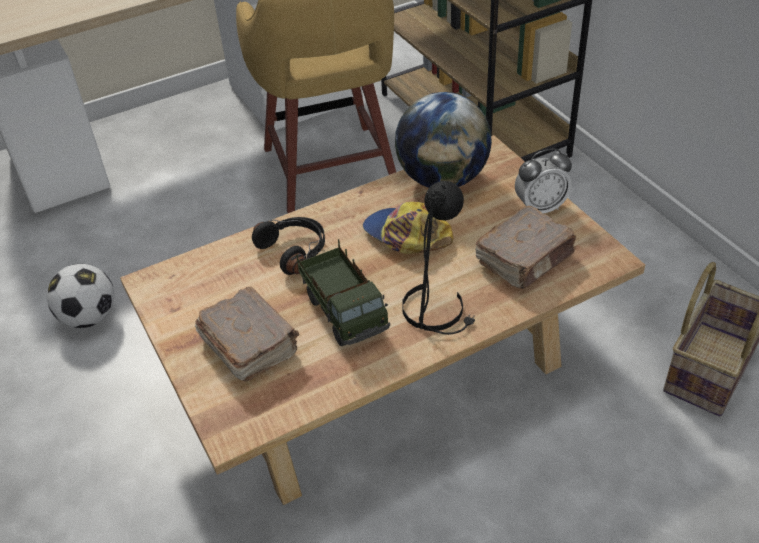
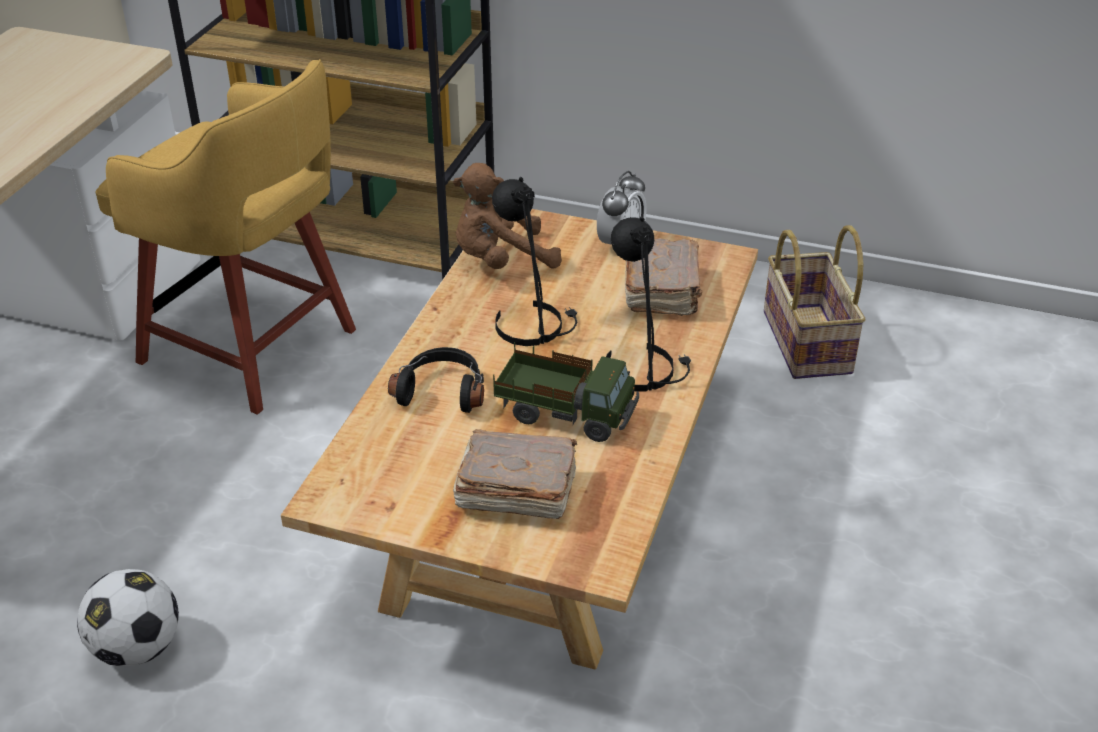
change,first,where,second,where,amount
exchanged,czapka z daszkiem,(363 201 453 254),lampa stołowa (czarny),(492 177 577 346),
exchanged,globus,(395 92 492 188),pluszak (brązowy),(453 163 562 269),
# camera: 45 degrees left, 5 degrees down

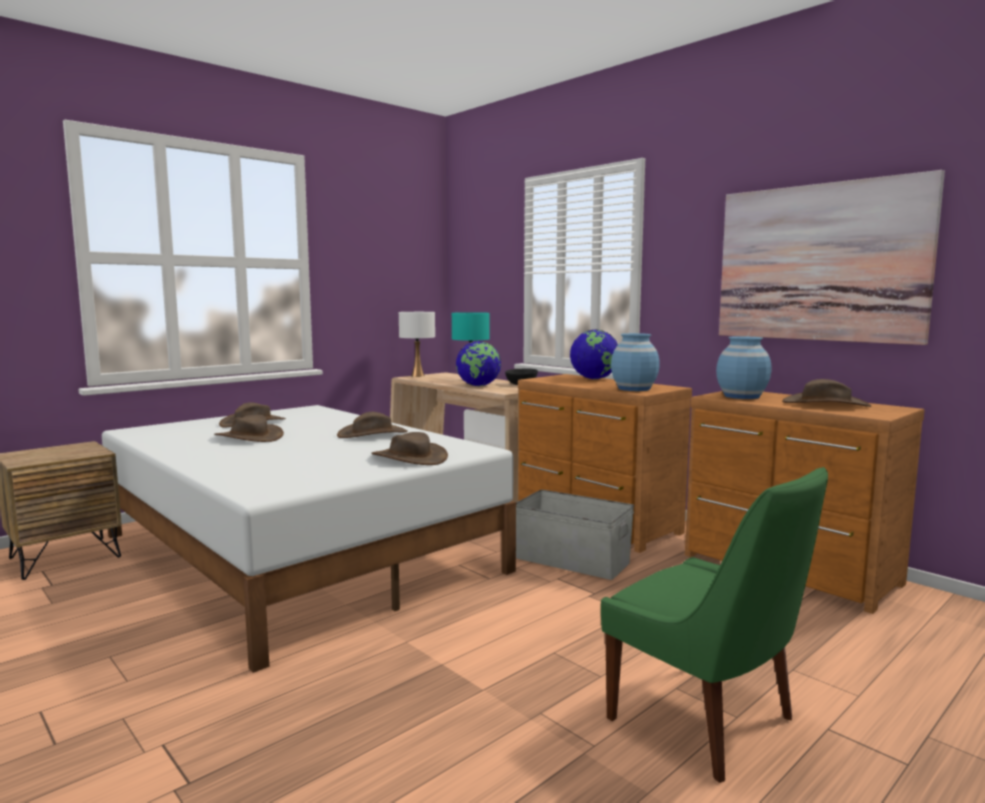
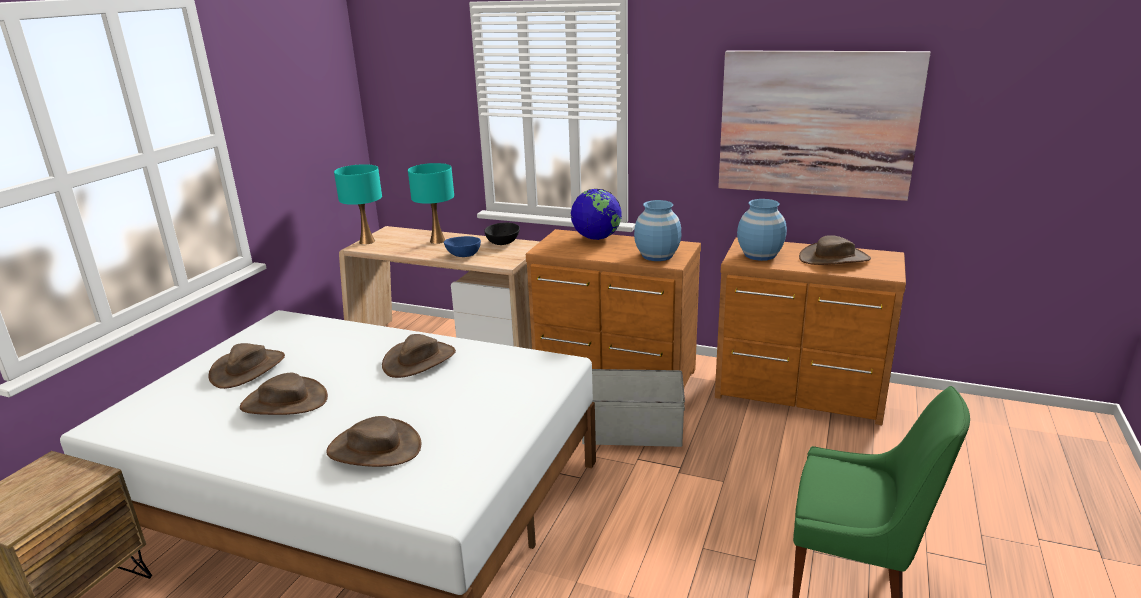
change,first,where,second,where,amount
relocated,kapelusz (brązowy),(371 432 448 465),,(326 416 421 467),
colour,lampa stołowa (biały),(399 312 435 377),lampa stołowa (turkusowy),(334 164 382 245),
exchanged,globus,(456 341 501 386),miska (niebieski),(444 236 481 257),
# camera: 25 degrees left, 15 degrees up

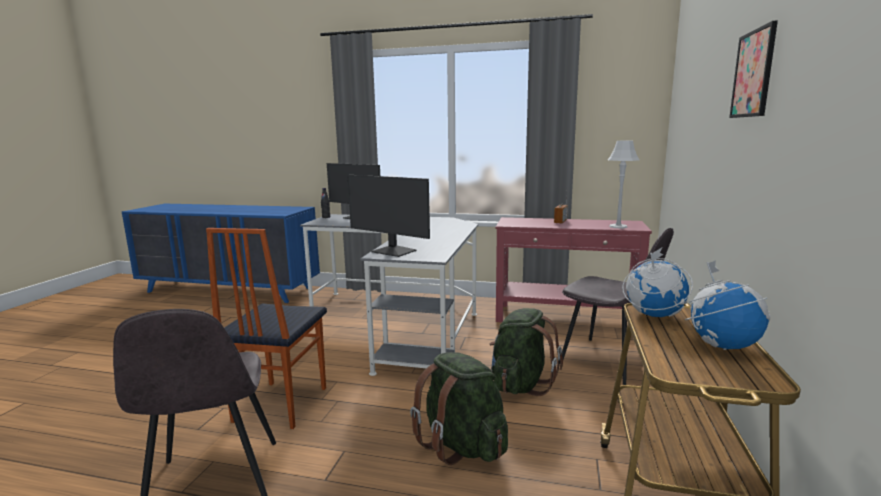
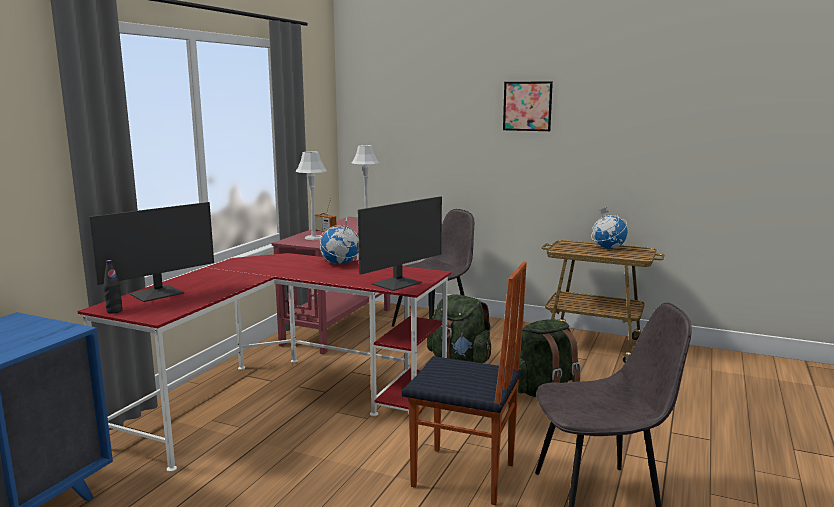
change,first,where,second,where,amount
colour,biurko (szary),(300 214 478 376),biurko (czerwony),(77 253 451 472),
relocated,globus,(622 248 693 317),,(320 216 359 264),
appeared,,,lampa stołowa (szary),(295 151 327 240),
# camera: 80 degrees left, 0 degrees up

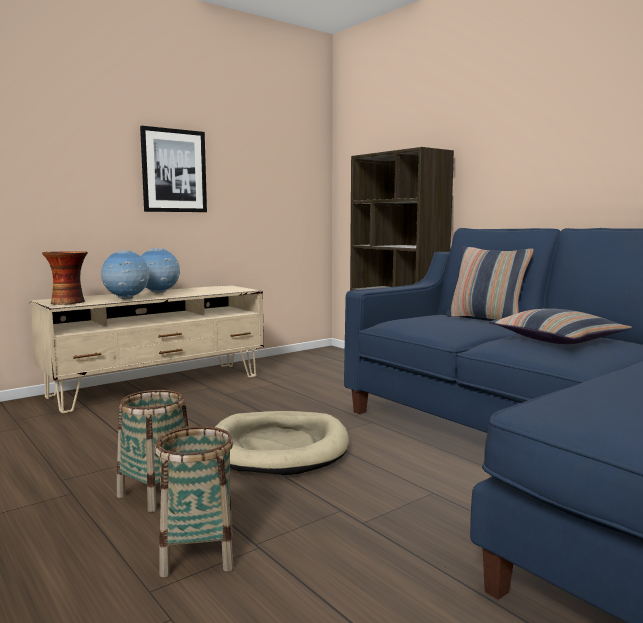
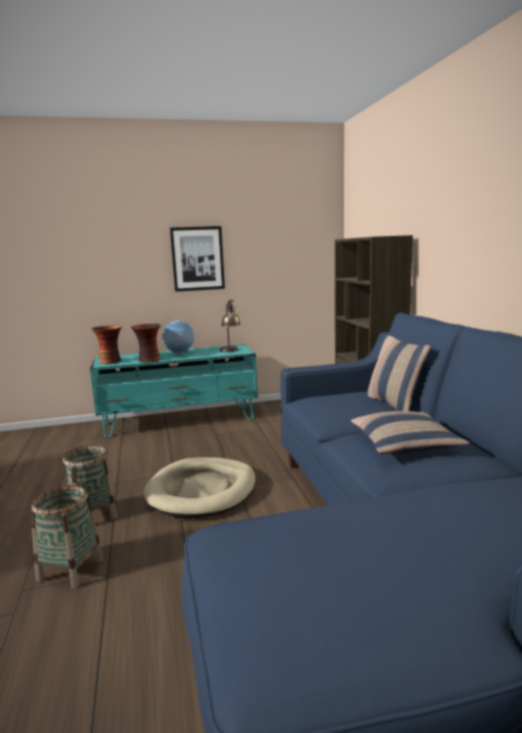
change,first,where,second,where,amount
colour,szafka pod telewizor (beżowy),(29 285 264 413),szafka pod telewizor (turkusowy),(90 344 258 437),
exchanged,globus,(101 250 149 300),wazon,(131 323 161 363),
appeared,,,lampa stołowa,(220 300 241 352),
# camera: 25 degrees right, 5 degrees up

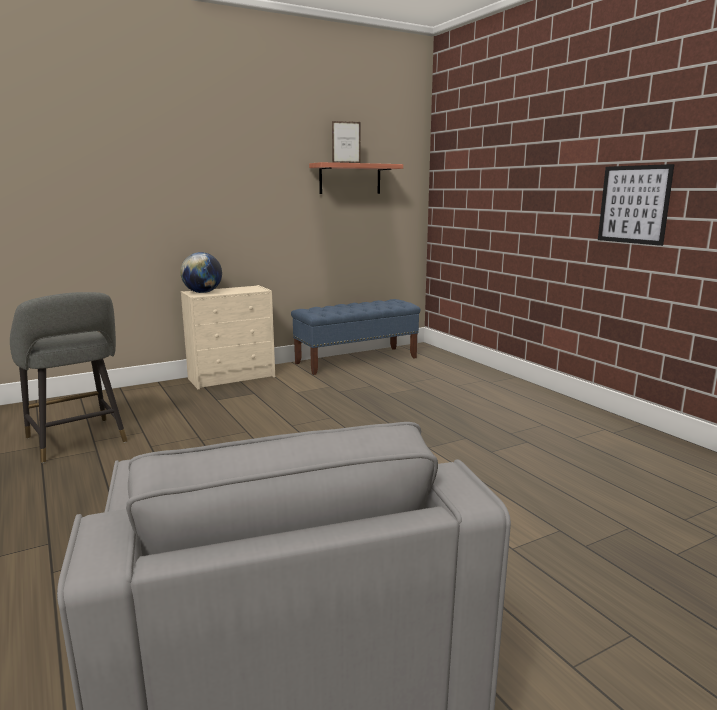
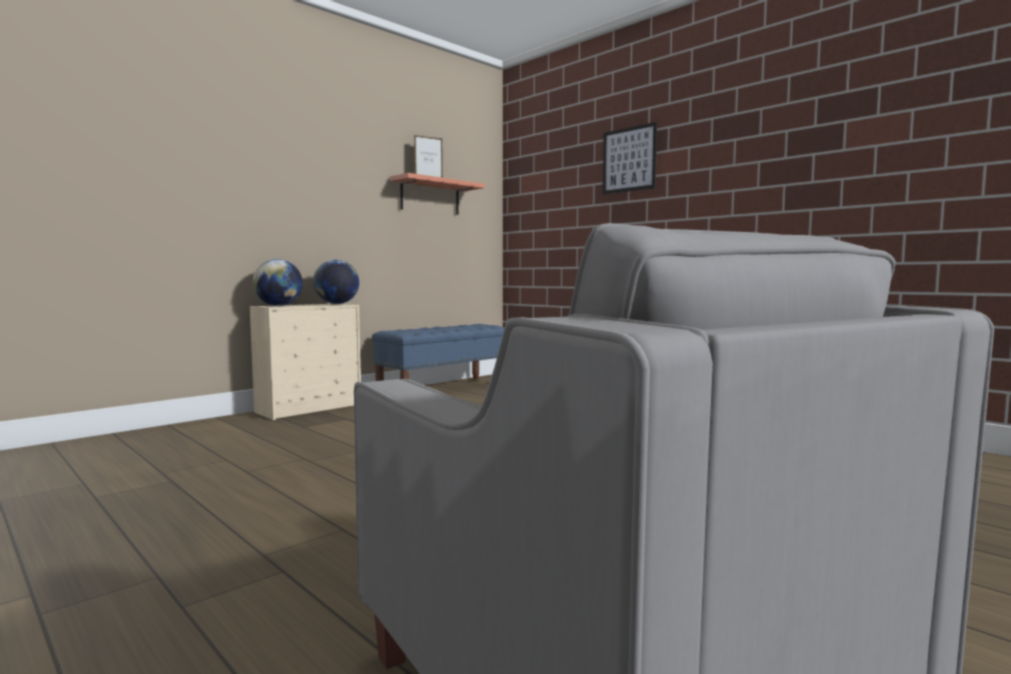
change,first,where,second,where,amount
missing,stołek (szary),(10 292 128 463),,,
relocated,obraz,(598 164 674 246),,(603 122 657 194),
appeared,,,globus,(313 260 359 304),
# camera: 15 degrees left, 10 degrees down

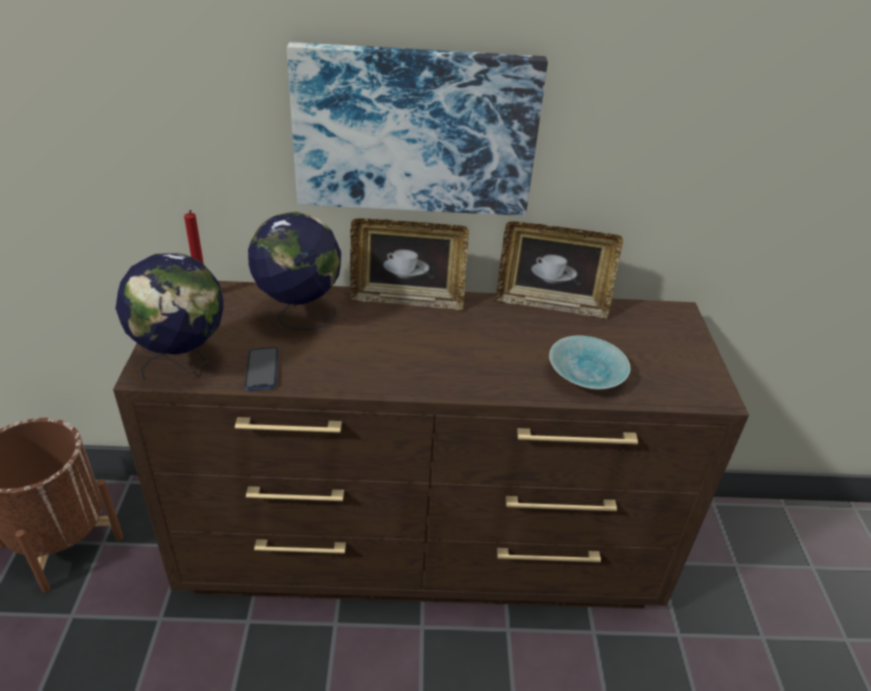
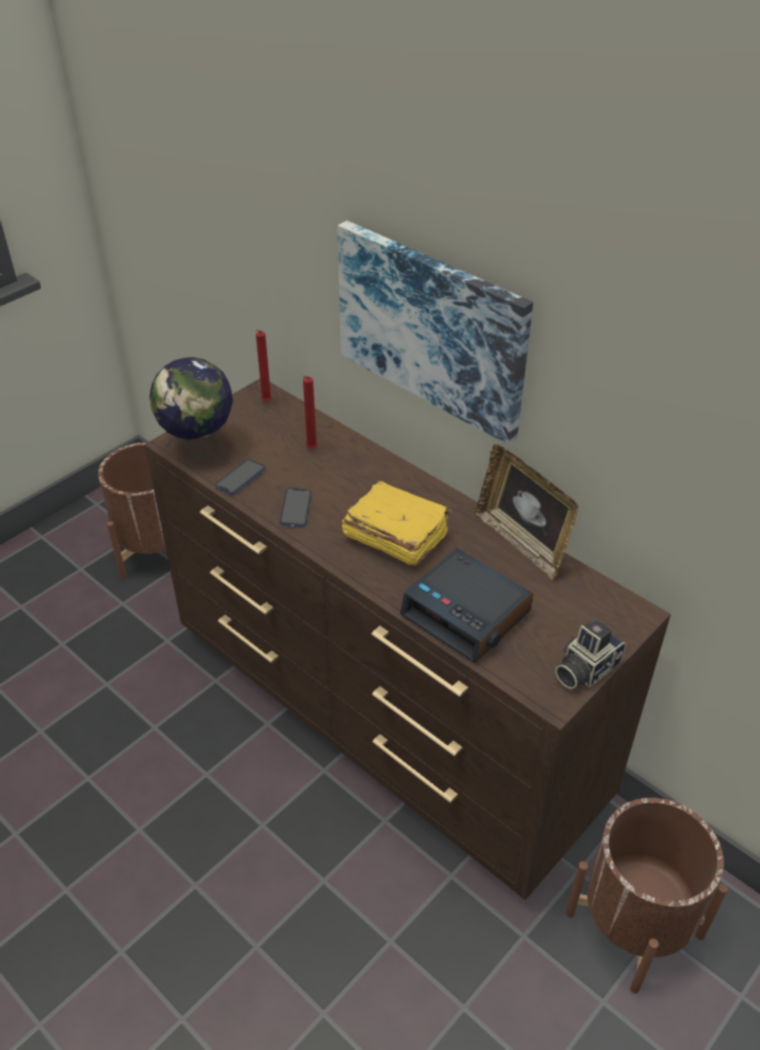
change,first,where,second,where,amount
exchanged,globus,(248 212 341 330),świeca (czerwony),(303 376 318 449),
missing,ramka na zdjęcie,(350 218 469 310),,,
exchanged,miska (turkusowy),(549 335 630 389),budzik,(400 548 533 663),
appeared,,,telefon,(280 488 312 527),
appeared,,,książka (żółty),(342 481 451 566),
appeared,,,aparat fotograficzny,(555 619 626 689),
appeared,,,donica (brązowy),(566 798 728 993),
# camera: 45 degrees right, 5 degrees up

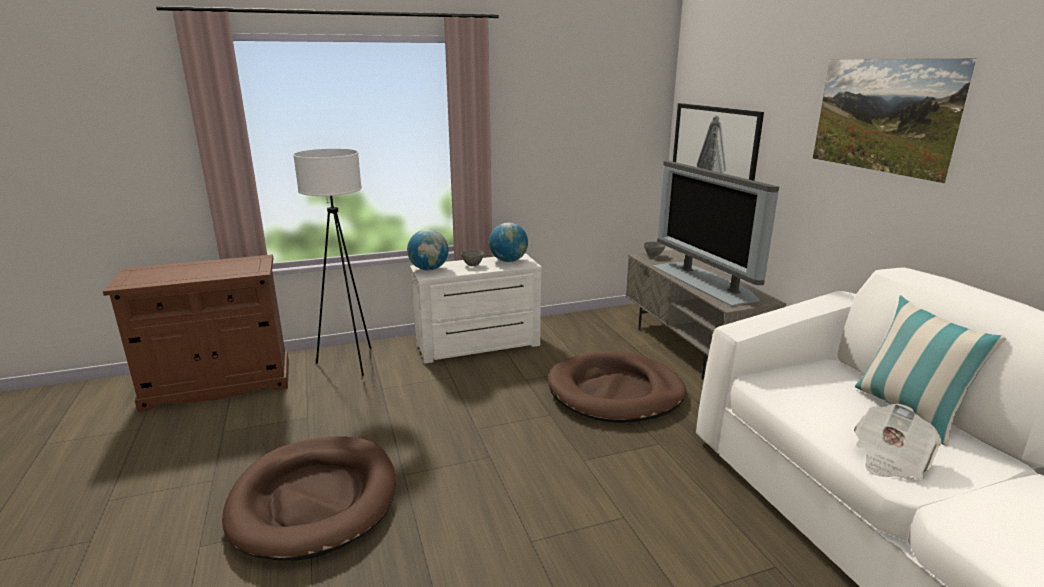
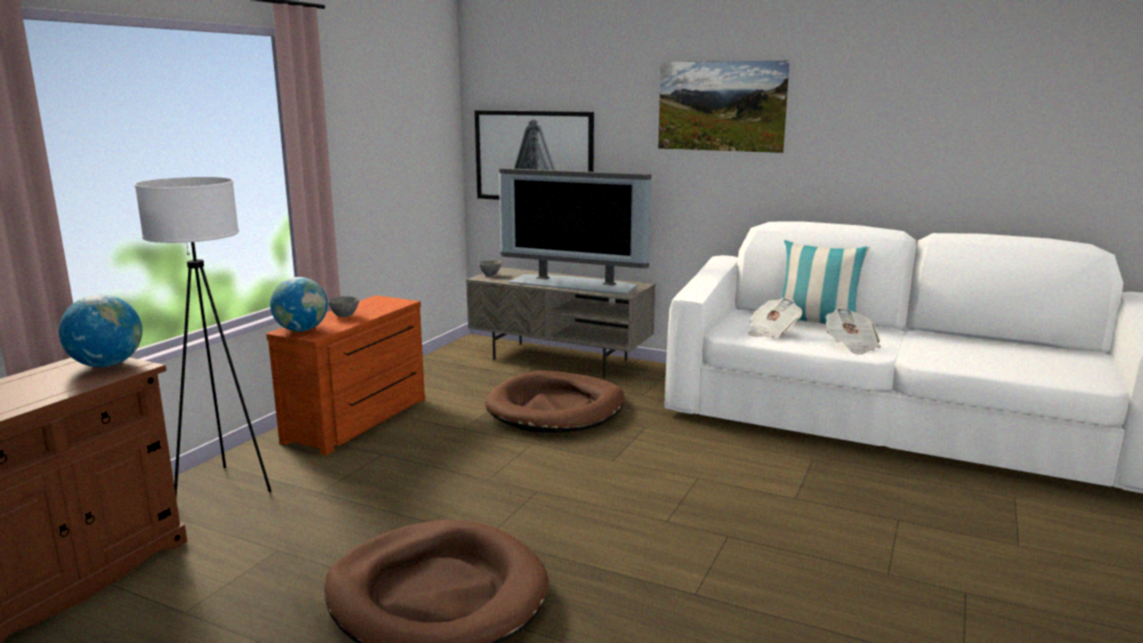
change,first,where,second,where,amount
colour,komoda (biały),(410 253 542 364),komoda (brązowy),(266 295 425 455),
relocated,globus,(489 223 528 262),,(59 295 142 367),
appeared,,,gazeta,(748 298 802 337),
# camera: 45 degrees left, 5 degrees down

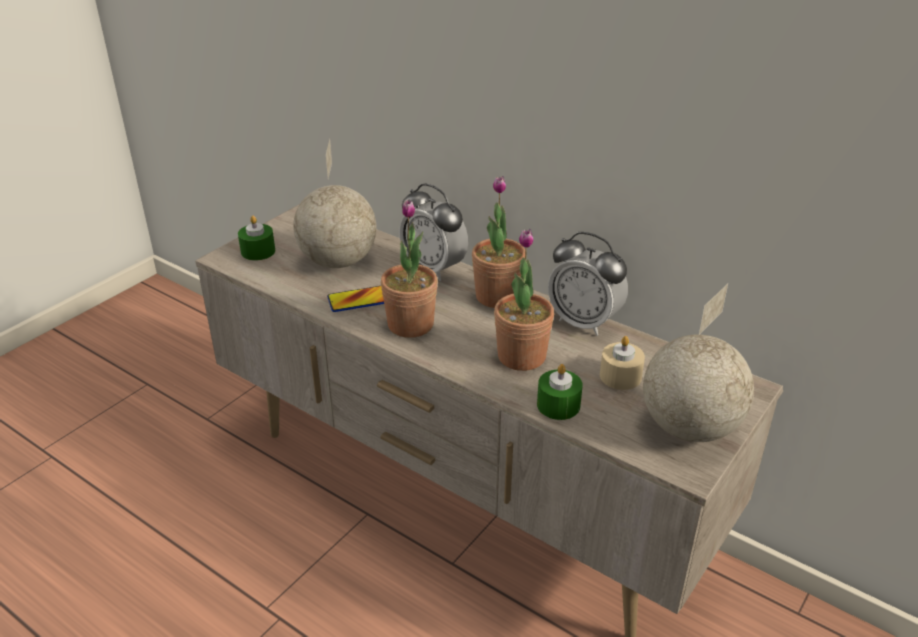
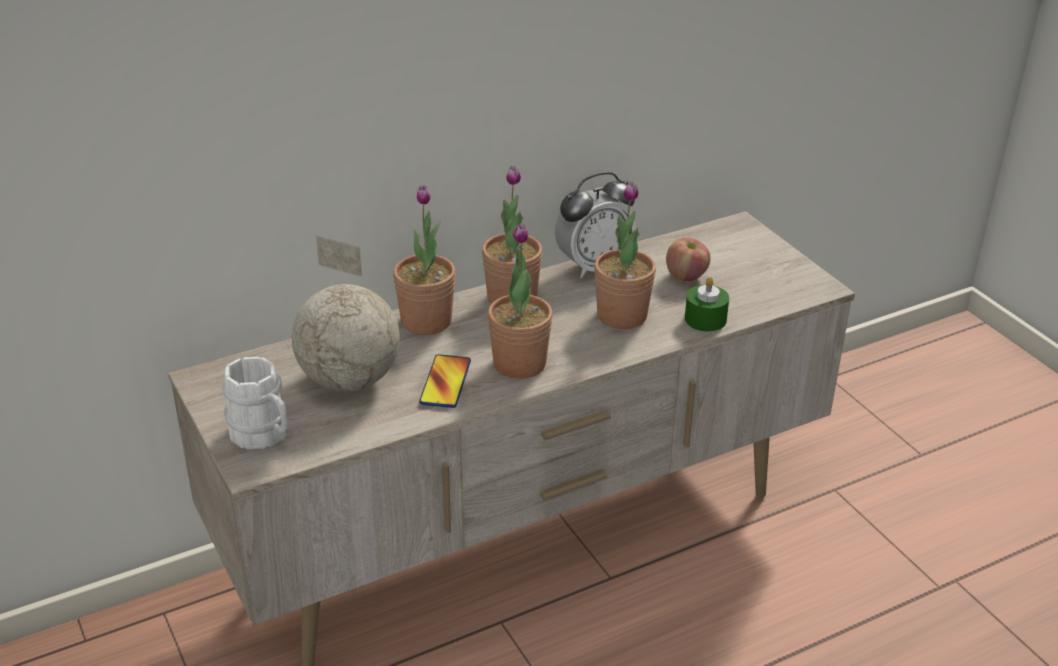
change,first,where,second,where,amount
exchanged,świeca (zielony),(238 215 275 261),kubek (biały),(222 357 288 449),
exchanged,budzik,(399 184 468 281),roślina doniczkowa,(393 185 456 335),
exchanged,świeca (beżowy),(600 336 645 390),jabłko,(666 238 711 281),
missing,globus,(643 284 754 442),,,
# camera: 65 degrees left, 0 degrees up

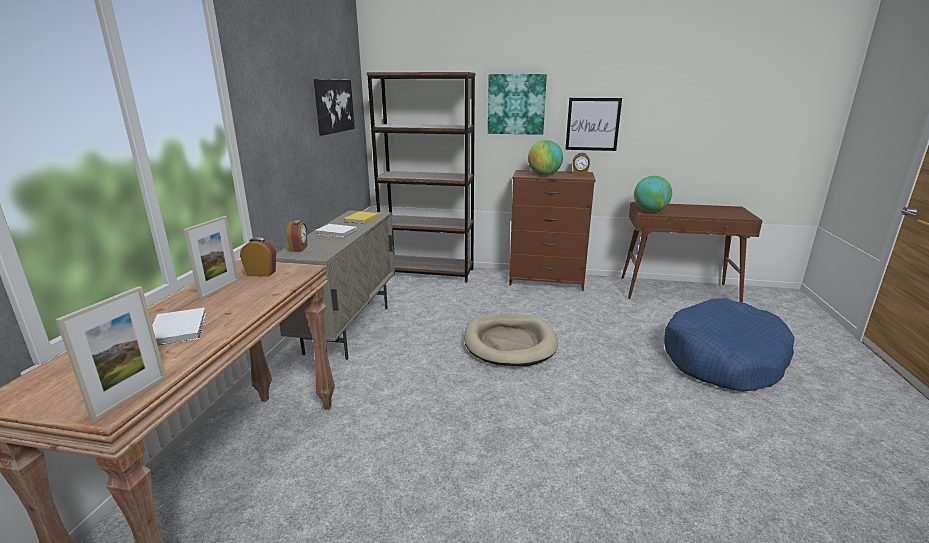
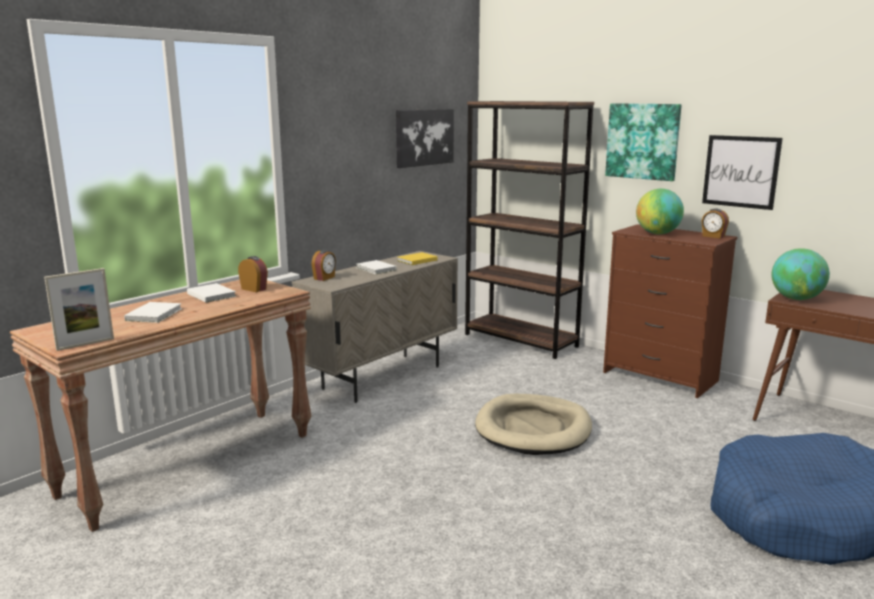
change,first,where,second,where,amount
exchanged,ramka na zdjęcie,(183 216 239 299),książka (biały),(187 283 236 303),
# camera: 30 degrees right, 5 degrees down

